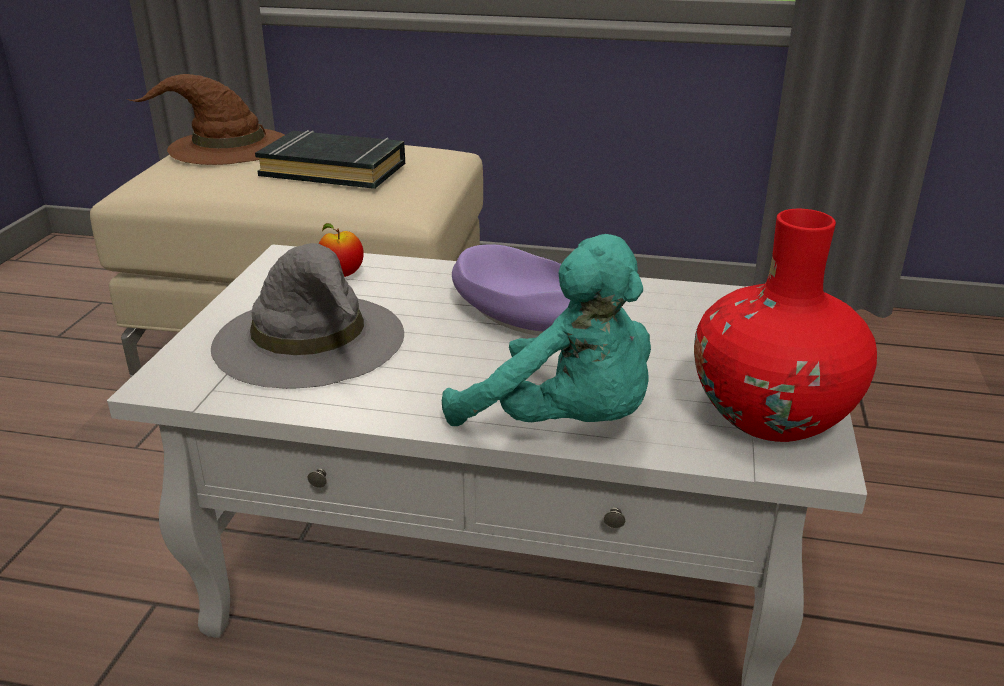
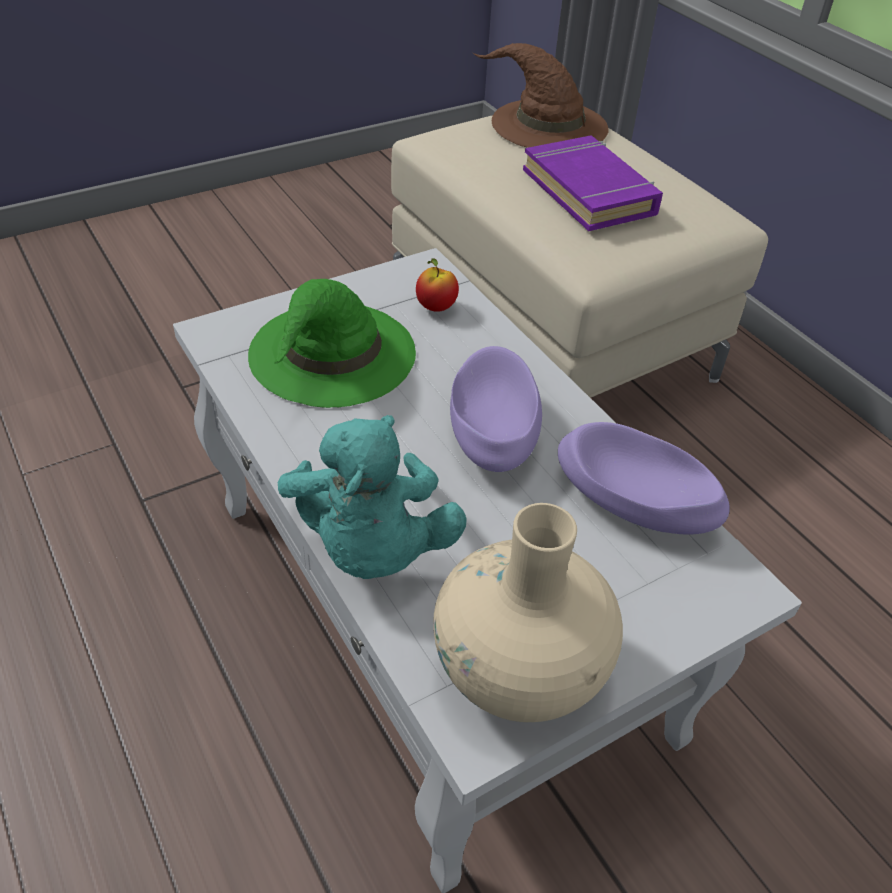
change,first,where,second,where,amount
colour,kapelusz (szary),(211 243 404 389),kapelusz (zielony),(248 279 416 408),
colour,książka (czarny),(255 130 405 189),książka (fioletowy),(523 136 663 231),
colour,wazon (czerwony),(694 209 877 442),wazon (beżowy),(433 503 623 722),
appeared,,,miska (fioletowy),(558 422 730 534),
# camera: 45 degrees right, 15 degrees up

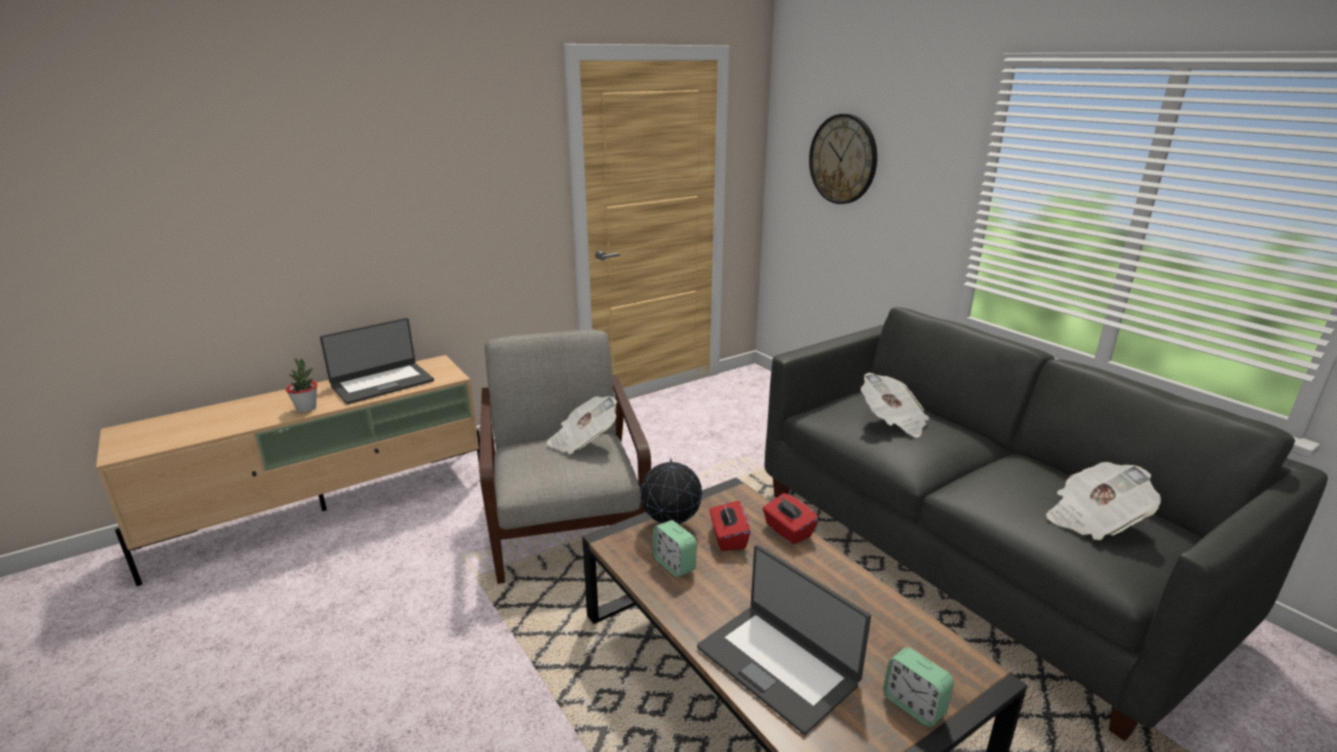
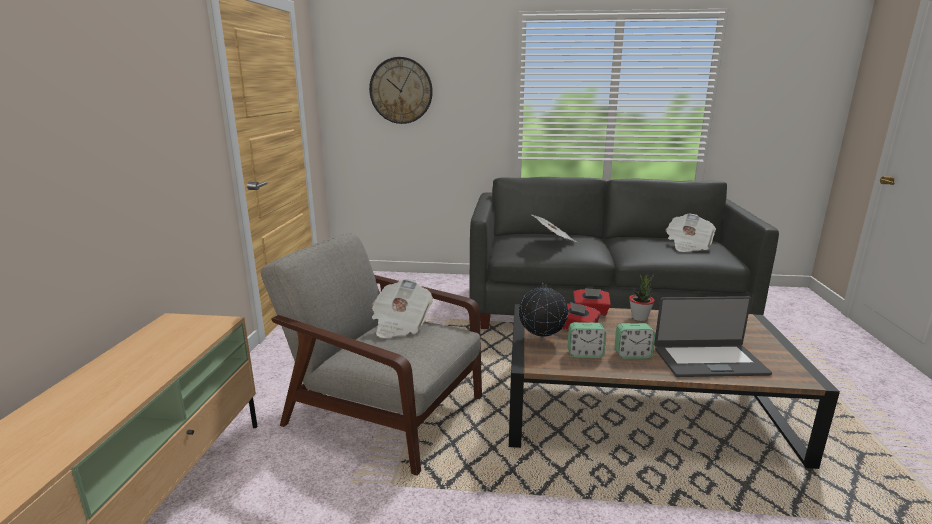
change,first,where,second,where,amount
relocated,roślina doniczkowa,(286 358 317 412),,(629 273 655 321),
missing,laptop,(320 318 434 404),,,
relocated,budzik,(883 647 954 727),,(614 323 655 359),
# camera: 50 degrees left, 5 degrees down

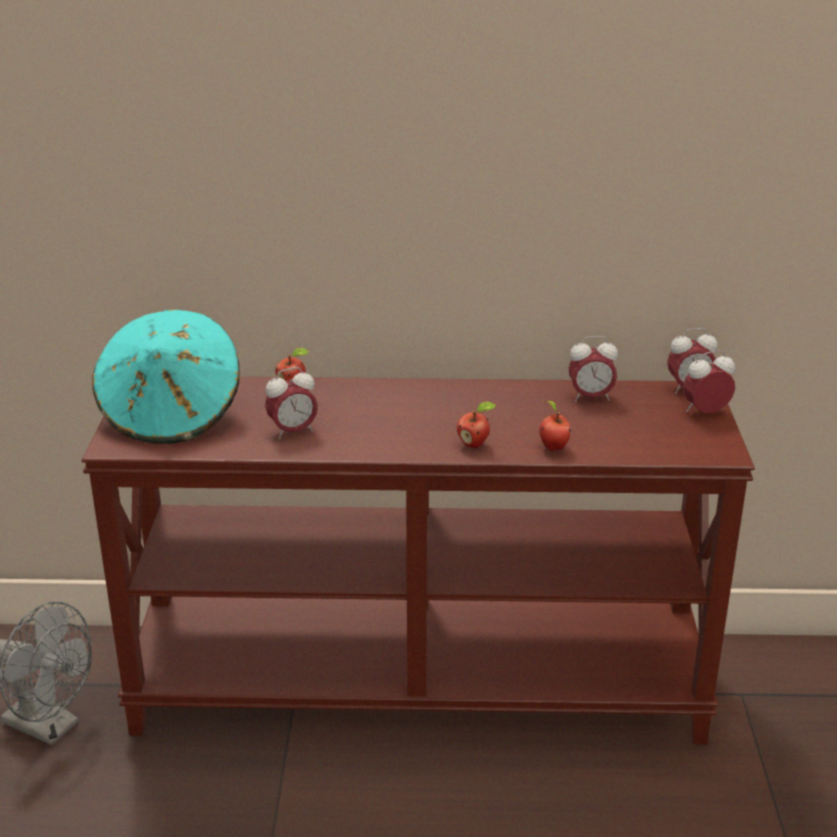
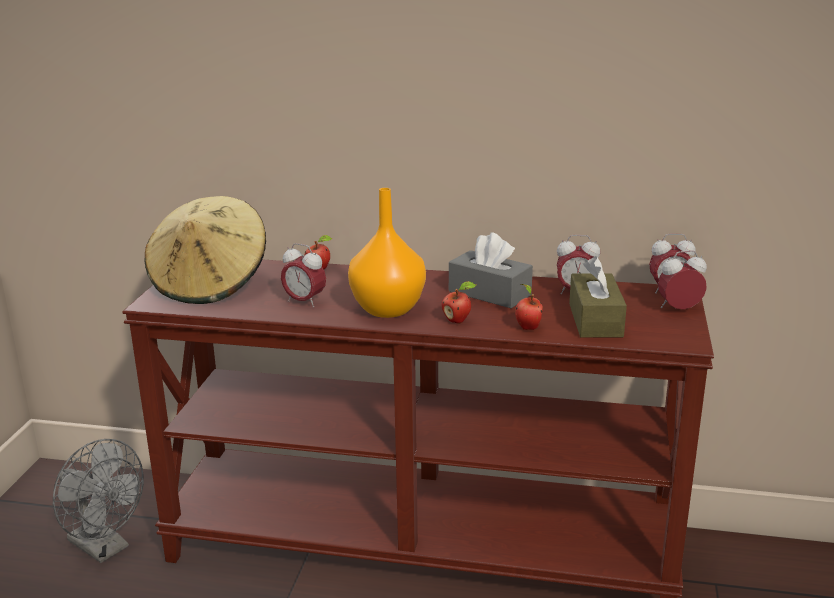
change,first,where,second,where,amount
colour,kapelusz (turkusowy),(92 309 240 444),kapelusz (beżowy),(145 196 266 304),
spun,budzik,(265 367 318 439),,(281 243 326 308),45 degrees clockwise
appeared,,,wazon (pomarańczowy),(348 188 426 318),
appeared,,,pudełko chusteczek (szary),(449 232 533 308),
appeared,,,pudełko chusteczek (brązowy),(569 256 627 338),
# camera: 10 degrees right, 5 degrees down

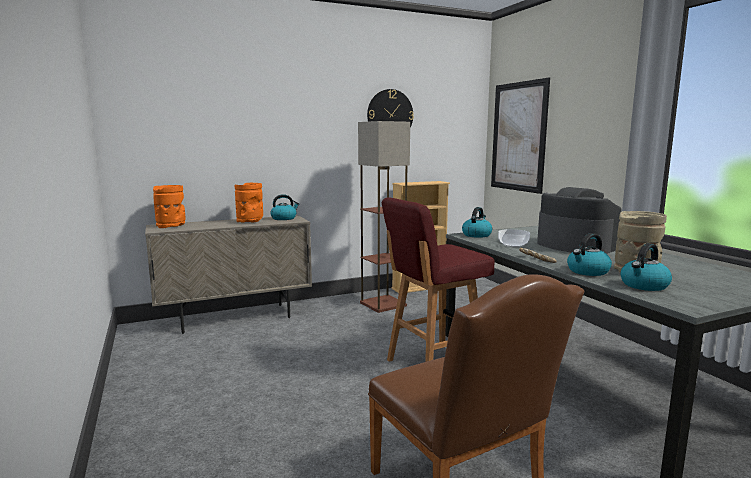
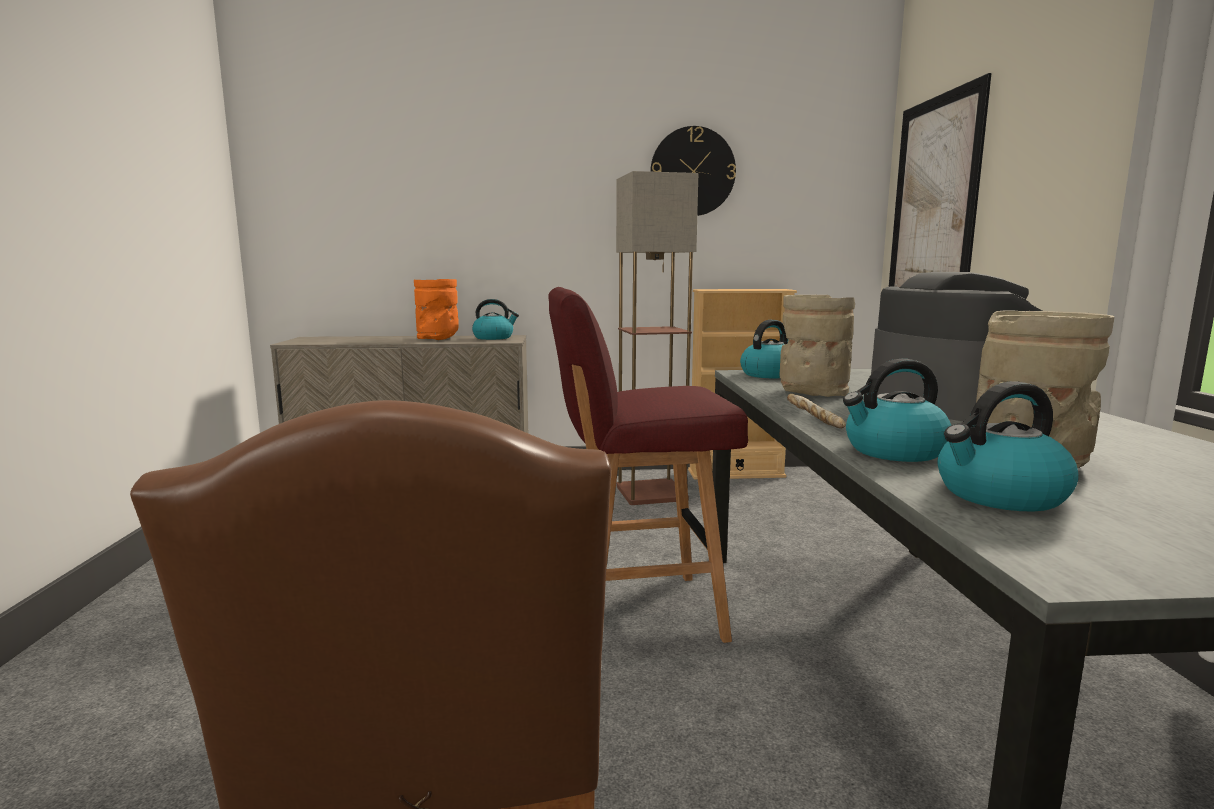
change,first,where,second,where,amount
missing,wazon (pomarańczowy),(153 185 186 228),,,
exchanged,miska,(498 229 530 247),wazon (beżowy),(780 295 855 397),
# camera: 20 degrees right, 0 degrees up

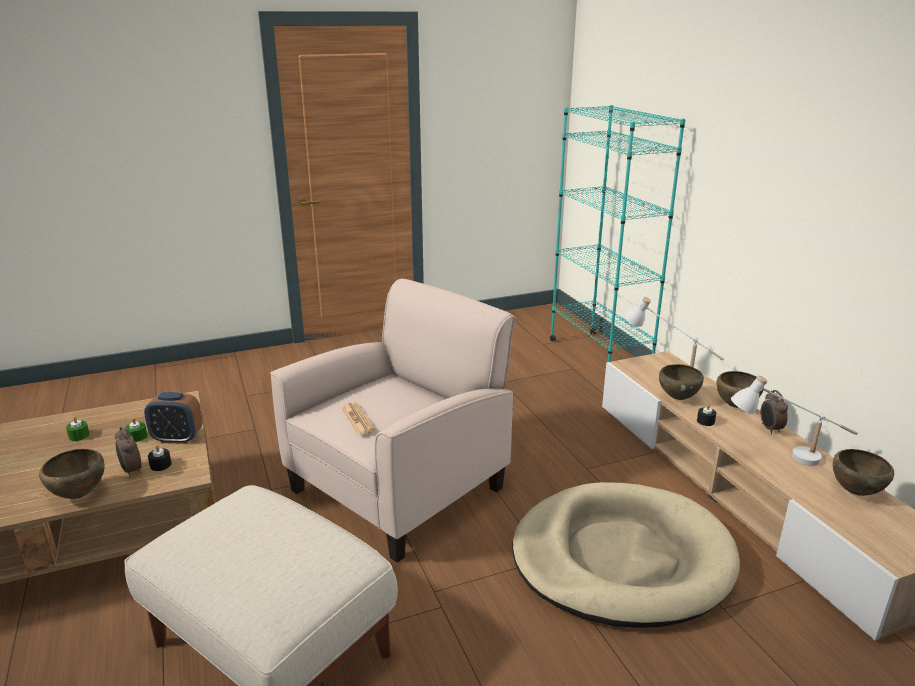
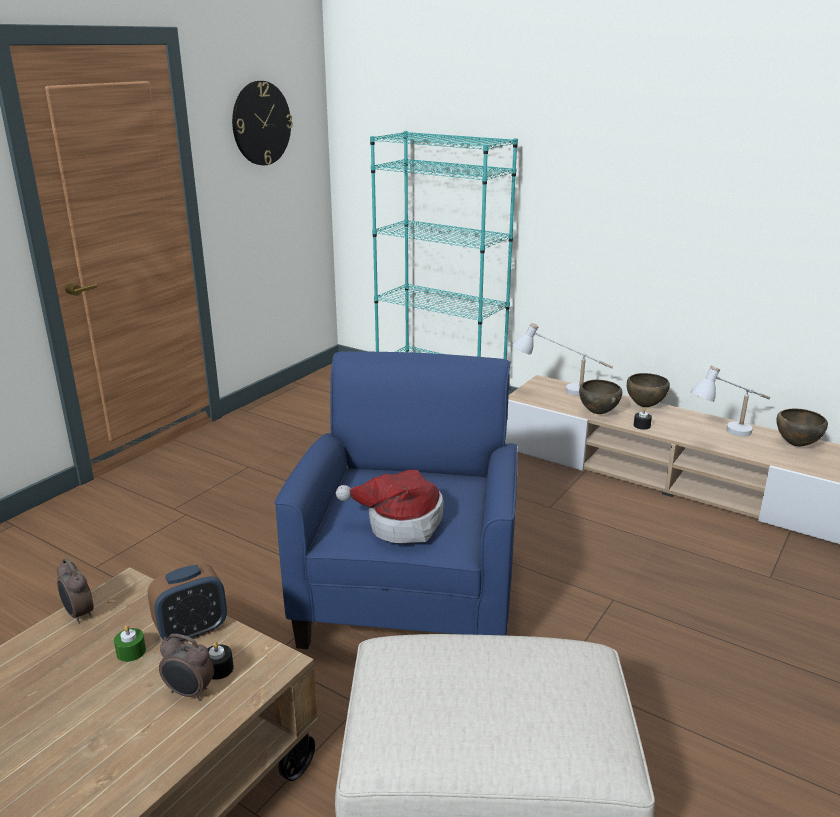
change,first,where,second,where,amount
missing,miska (brązowy),(39 449 105 499),,,
missing,świeca (zielony),(66 416 90 441),,,
colour,fotel (beżowy),(270 279 515 563),fotel (niebieski),(275 351 518 649),
exchanged,gazeta,(342 402 375 435),kapelusz,(336 470 444 543),
missing,legowisko (beżowy),(512 482 740 628),,,
relocated,budzik,(760 390 788 434),,(57 558 93 624),
appeared,,,zegar ścienny,(232 81 293 165),
# camera: 35 degrees left, 0 degrees up

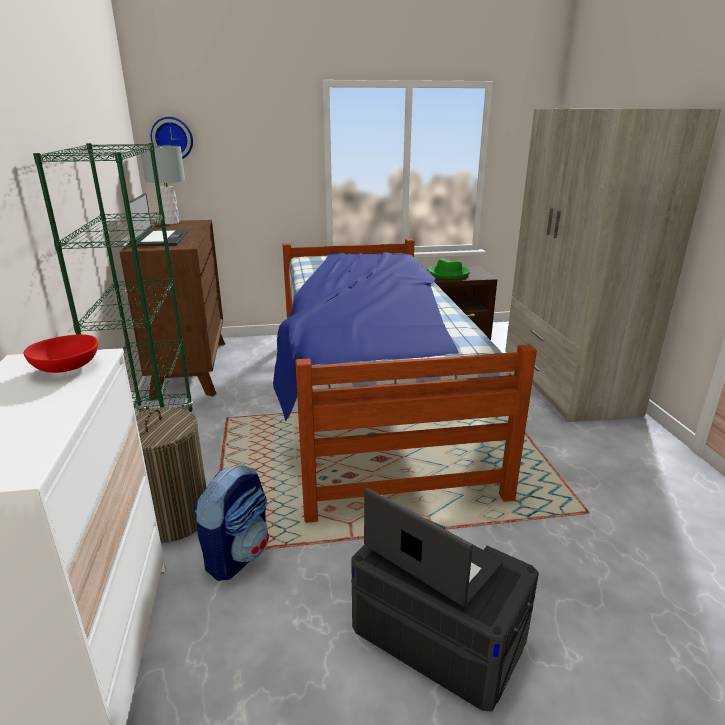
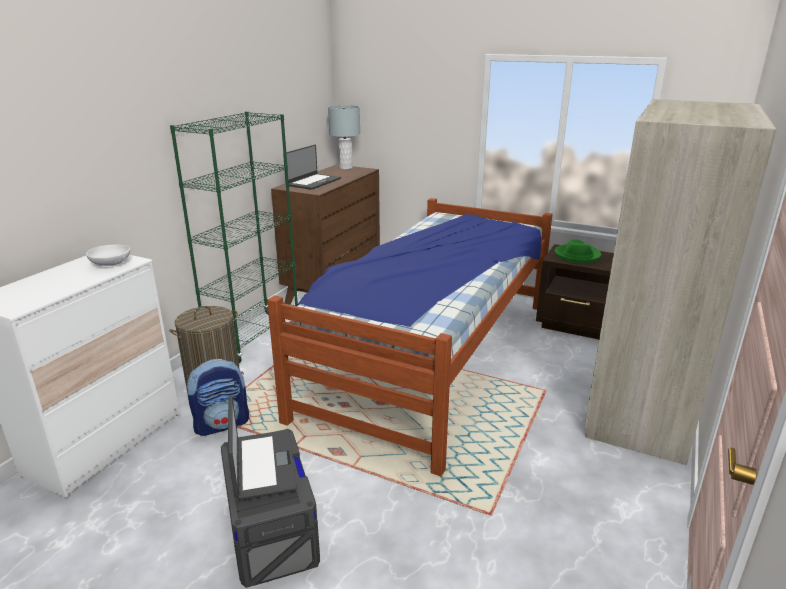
change,first,where,second,where,amount
colour,miska (czerwony),(23 335 98 373),miska (biały),(86 245 130 266),
missing,zegar ścienny,(151 117 193 159),,,
# camera: 35 degrees right, 0 degrees up

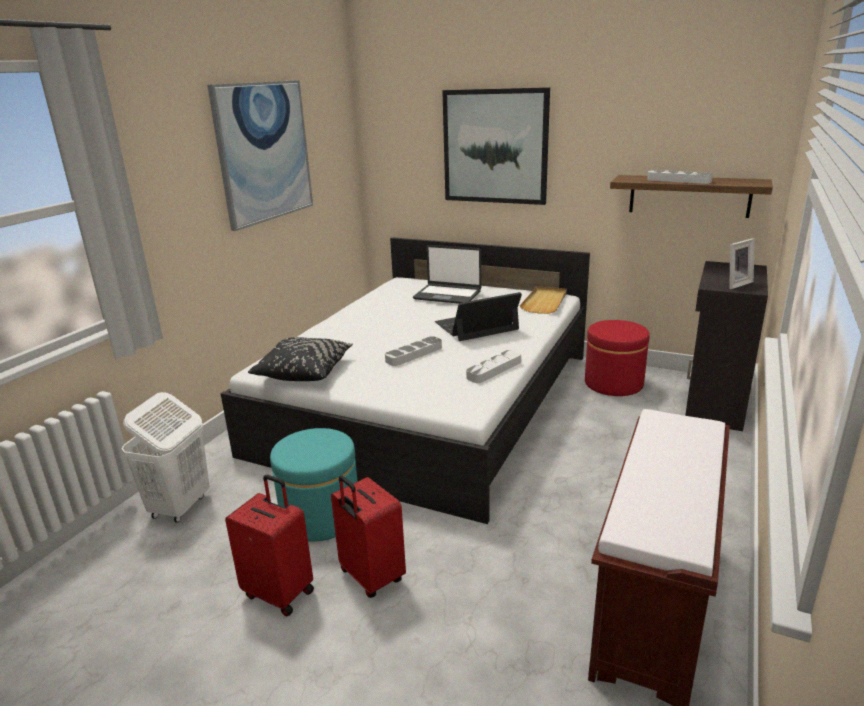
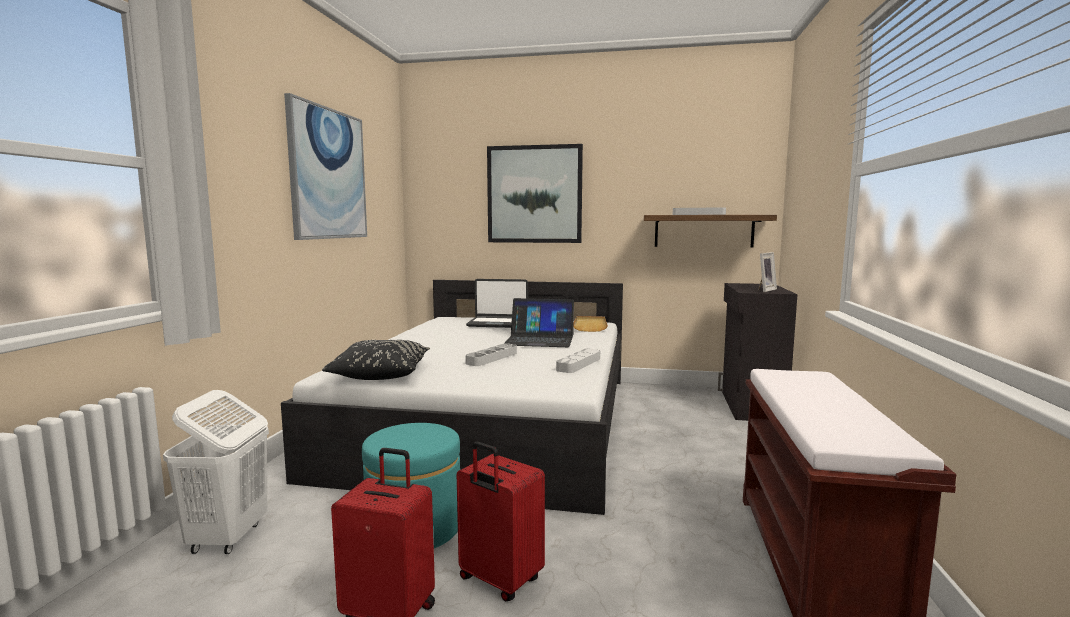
change,first,where,second,where,amount
spun,laptop,(435 292 522 341),,(504 298 574 347),135 degrees counterclockwise
missing,pufa (czerwony),(585 320 650 396),,,
# camera: 15 degrees left, 15 degrees down

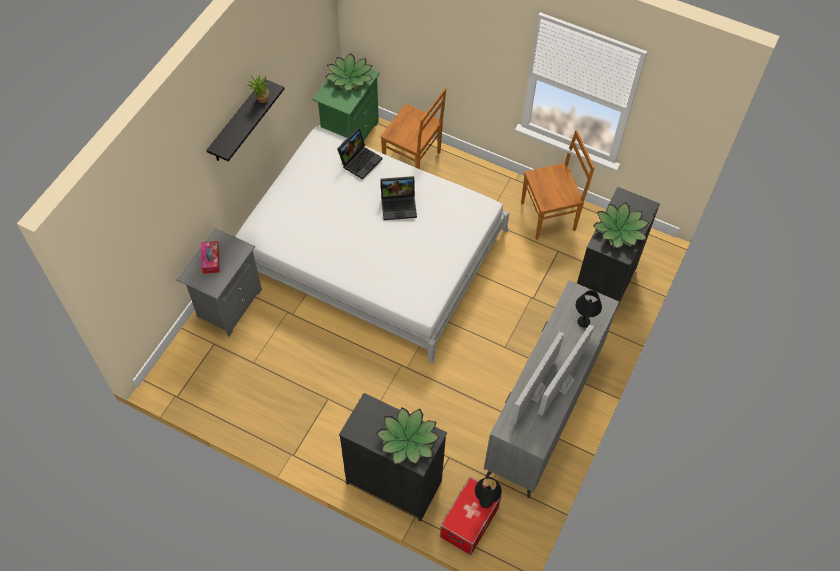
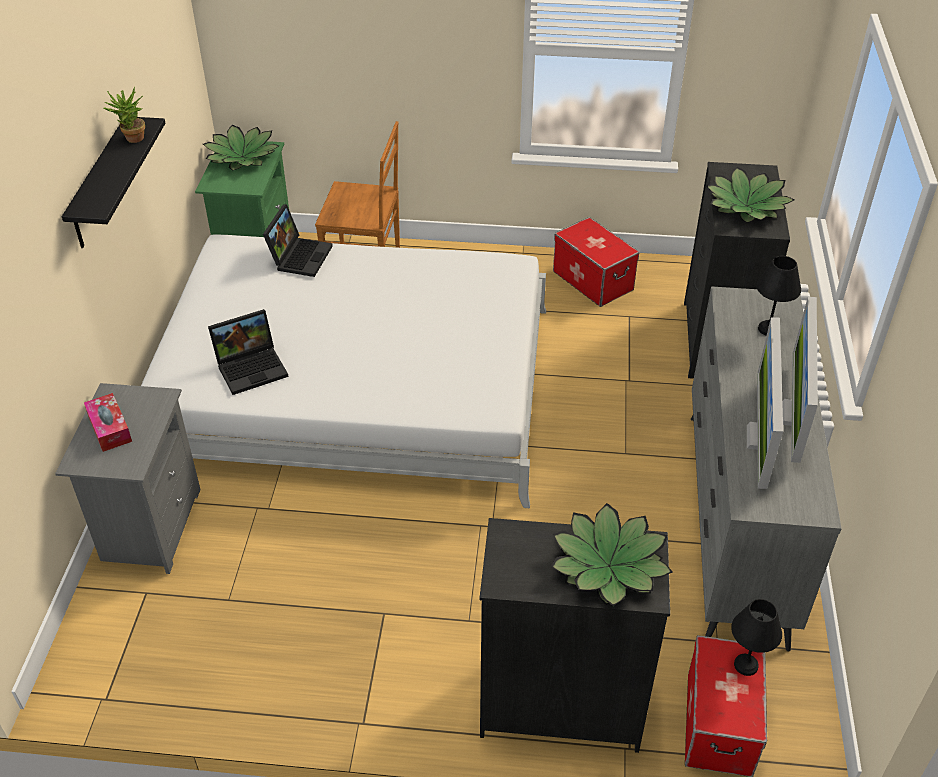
change,first,where,second,where,amount
relocated,laptop,(380 176 417 220),,(208 309 288 395),
exchanged,krzesło (brązowy),(521 130 595 240),pojemnik do przechowywania,(553 217 639 307),
# camera: 20 degrees left, 15 degrees down

